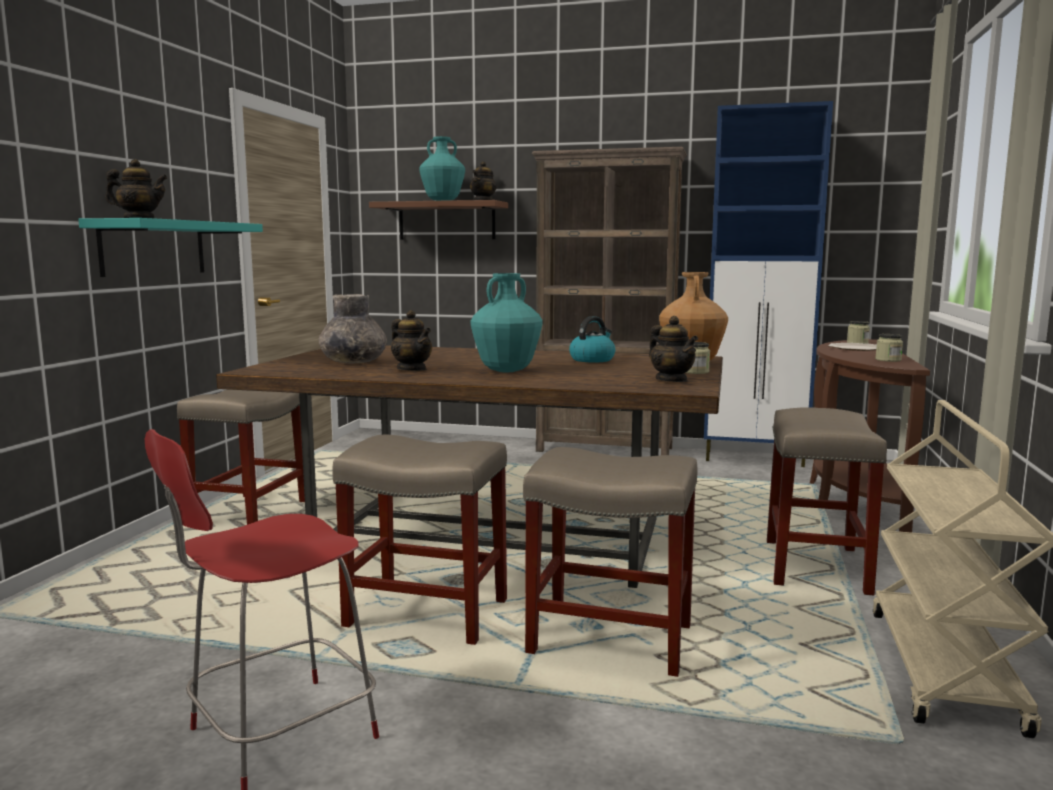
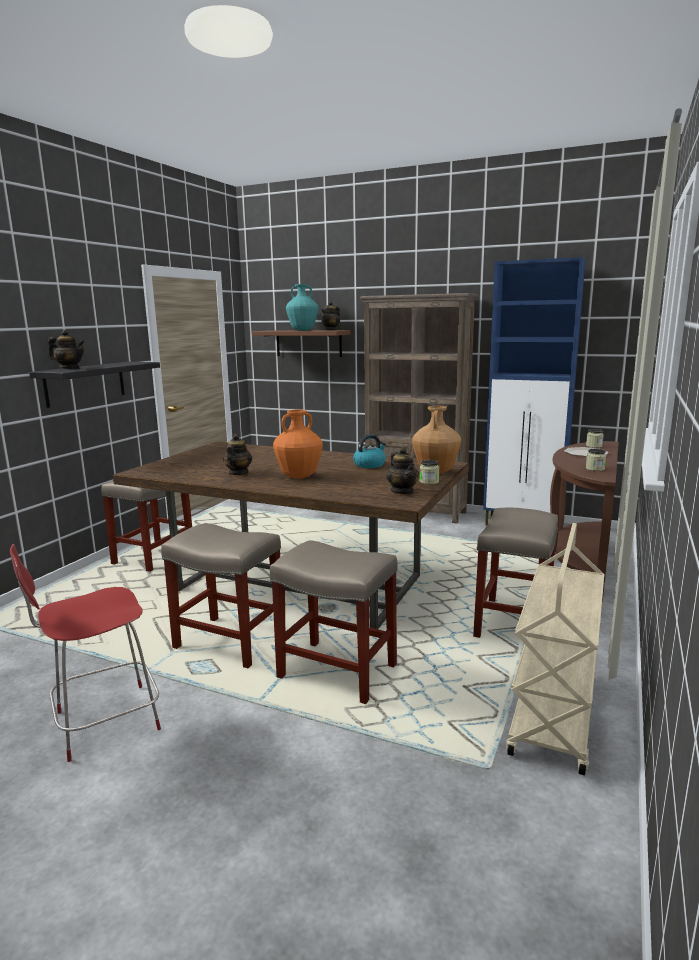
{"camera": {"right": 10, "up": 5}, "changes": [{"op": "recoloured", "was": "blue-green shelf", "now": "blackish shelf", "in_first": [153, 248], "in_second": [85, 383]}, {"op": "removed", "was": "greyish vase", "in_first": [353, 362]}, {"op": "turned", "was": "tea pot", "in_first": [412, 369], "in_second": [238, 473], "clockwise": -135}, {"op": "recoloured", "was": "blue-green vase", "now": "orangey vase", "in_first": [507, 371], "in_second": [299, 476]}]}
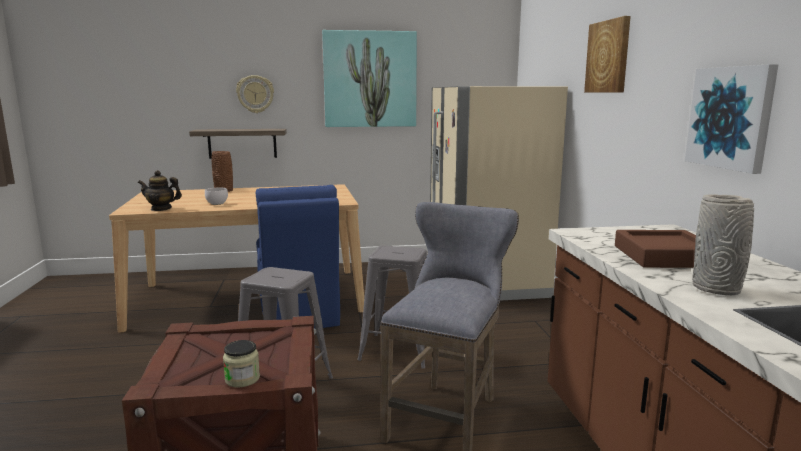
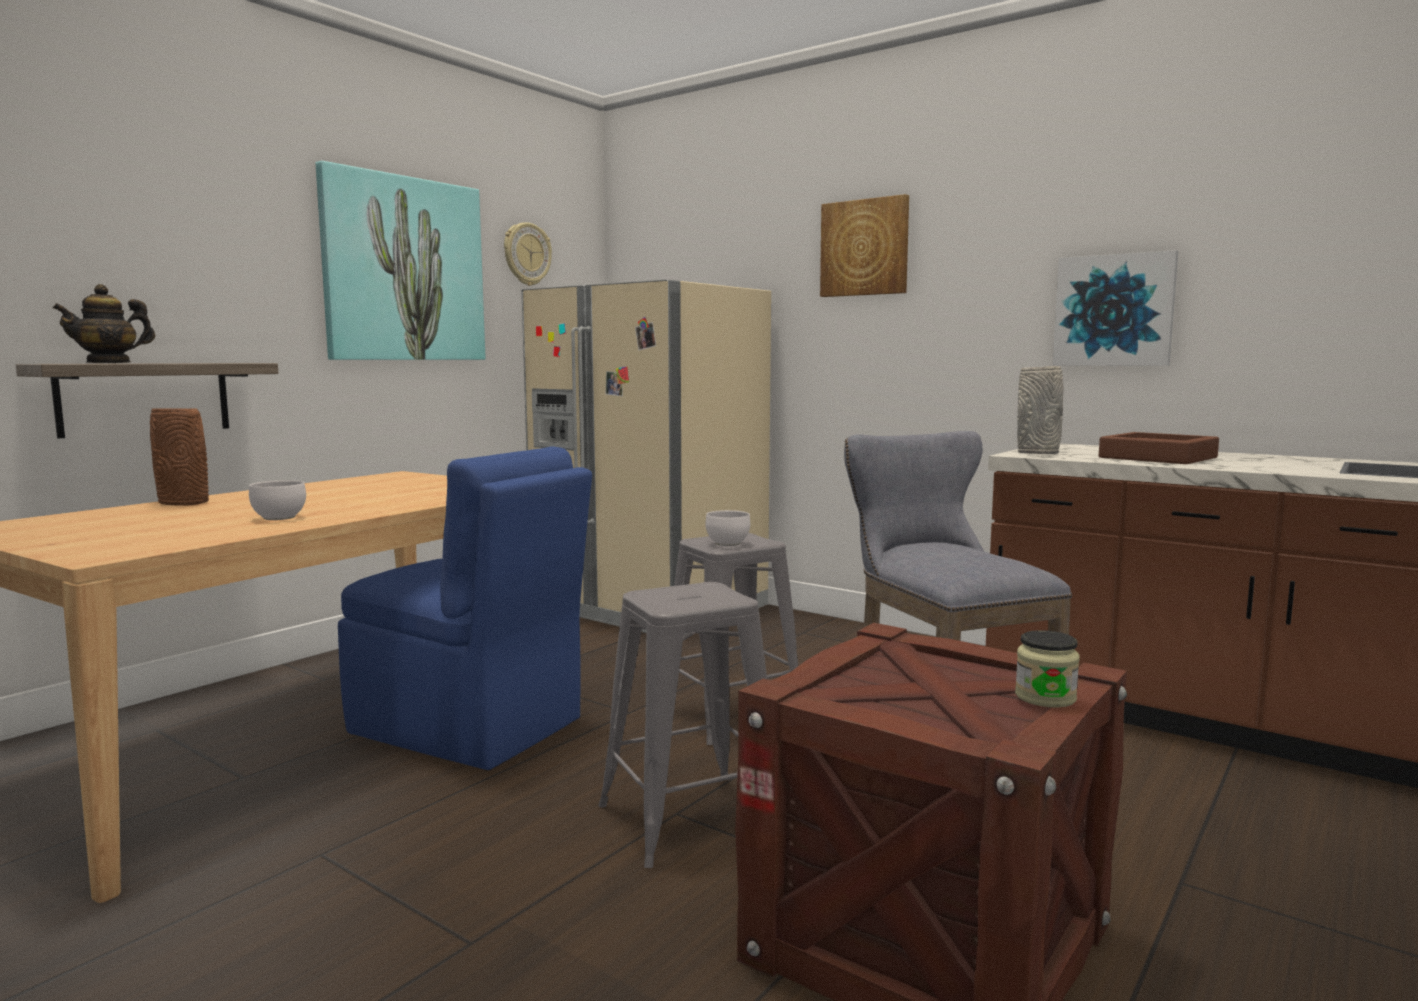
{"camera": {"right": -45, "up": -5}, "changes": [{"op": "moved", "was": "tea pot", "in_first": [161, 209], "in_second": [109, 363]}, {"op": "moved", "was": "wall clock", "in_first": [255, 94], "in_second": [526, 254]}, {"op": "moved", "was": "greyish vase", "in_first": [717, 289], "in_second": [1038, 453]}, {"op": "added", "now": "whitish deep dish", "in_second": [728, 544]}]}
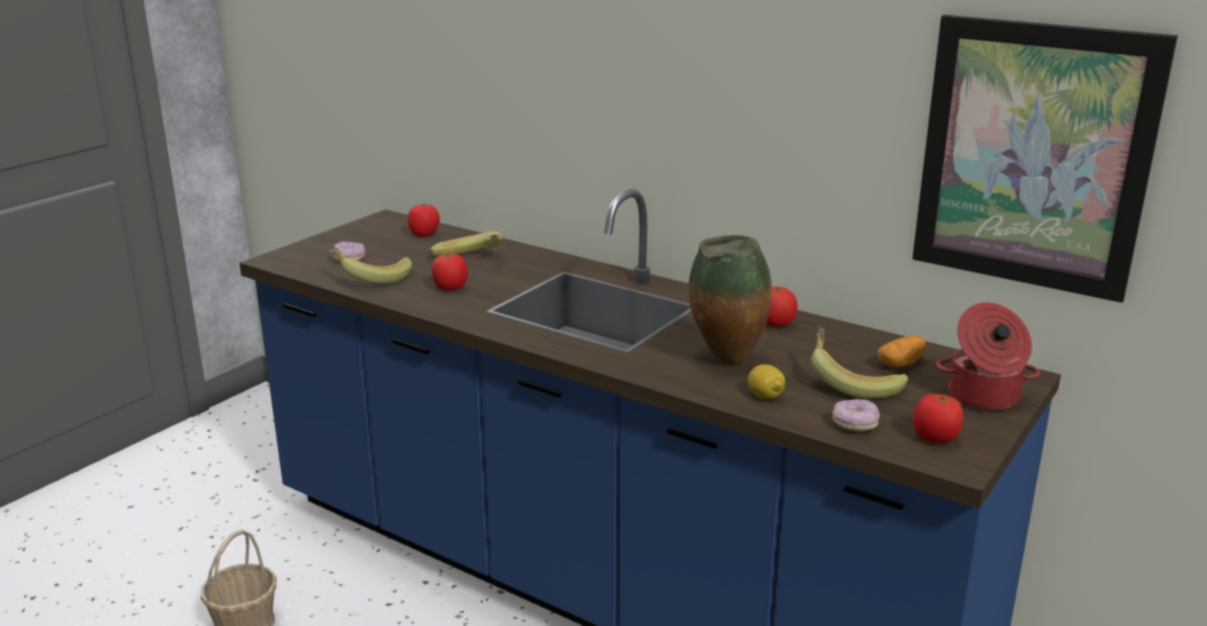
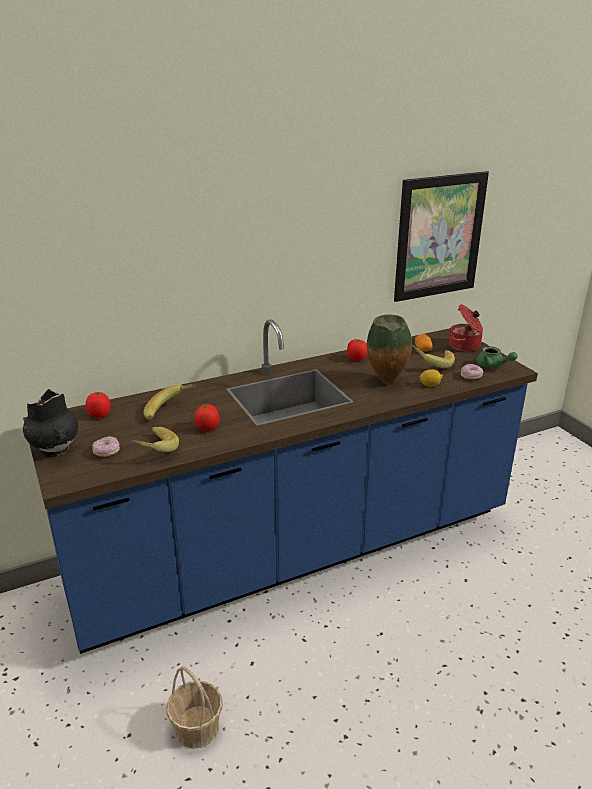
{"camera": {"right": -60, "up": 5}, "changes": [{"op": "replaced", "was": "fresh tomato", "now": "green tea pot", "in_first": [935, 438], "in_second": [493, 366]}, {"op": "added", "now": "blackish vase", "in_second": [54, 449]}]}
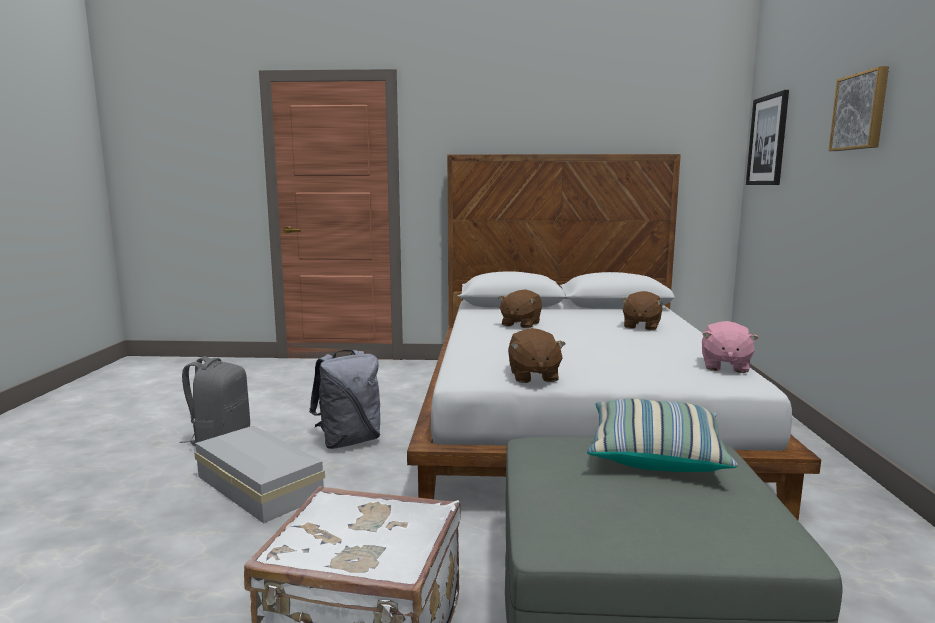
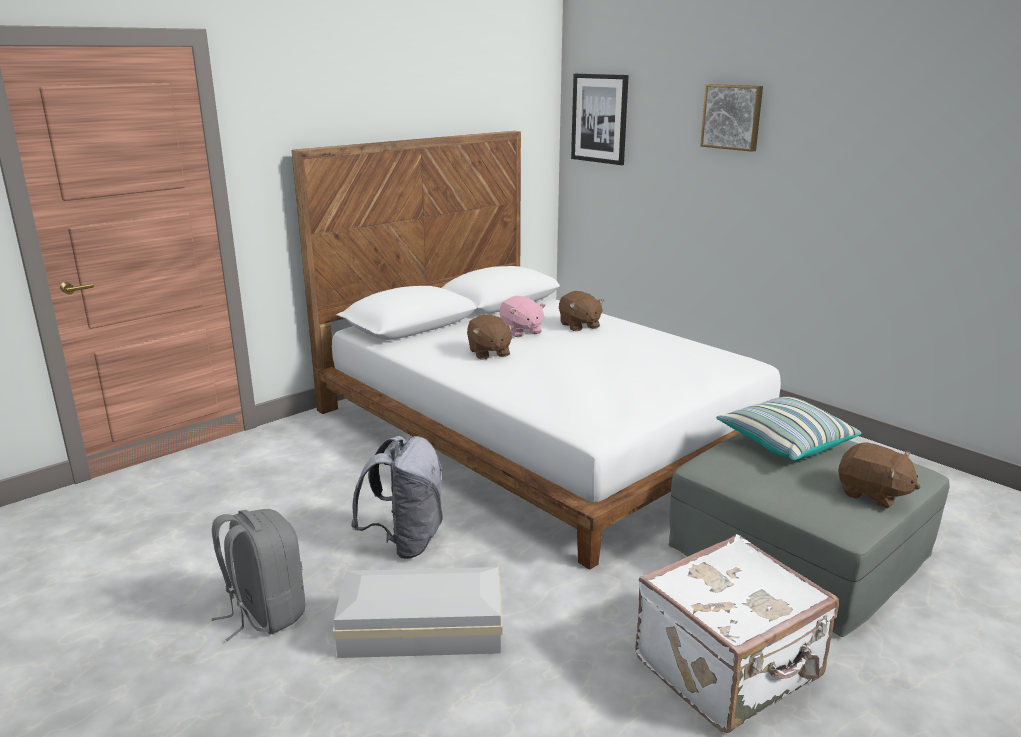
{"camera": {"right": -45, "up": 10}, "changes": [{"op": "moved", "was": "brown-coloured cuddly toy", "in_first": [533, 376], "in_second": [872, 494]}, {"op": "moved", "was": "pinkish cuddly toy", "in_first": [724, 366], "in_second": [521, 331]}]}
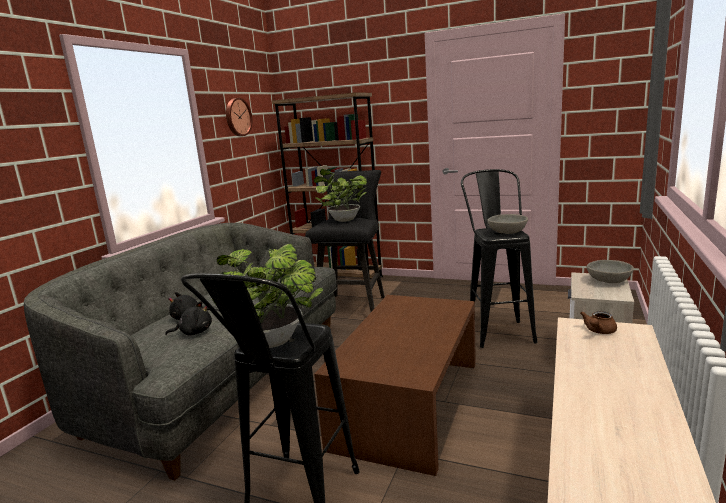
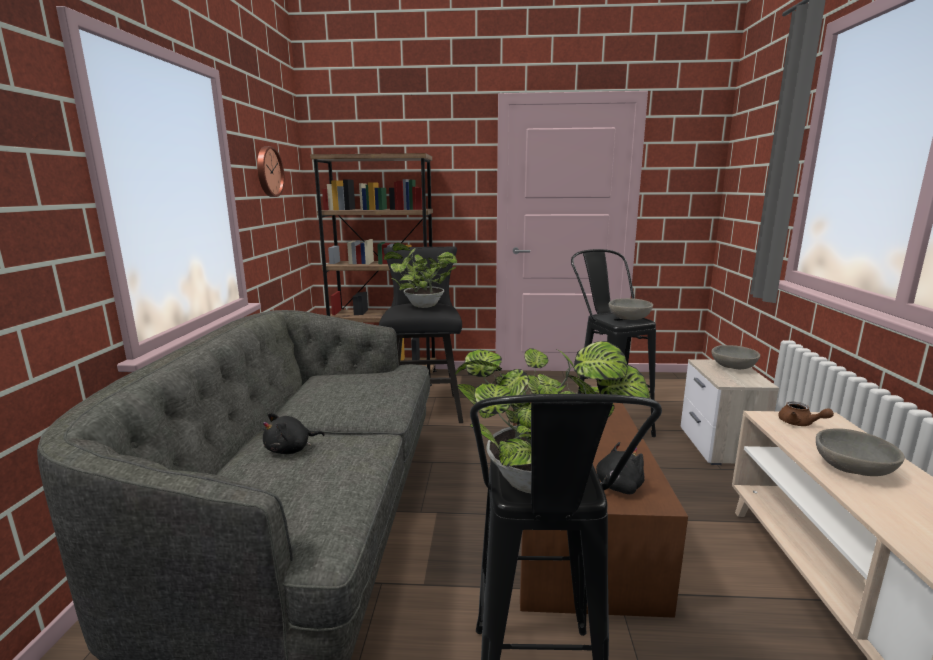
{"camera": {"right": -20, "up": 0}, "changes": [{"op": "moved", "was": "blackish cuddly toy", "in_first": [194, 332], "in_second": [616, 488]}, {"op": "turned", "was": "brown-coloured tea pot", "in_first": [598, 331], "in_second": [800, 423], "clockwise": -60}, {"op": "added", "now": "greyish deep dish", "in_second": [851, 469]}]}
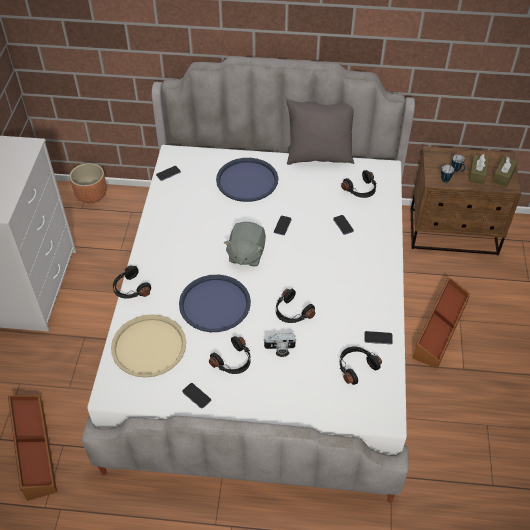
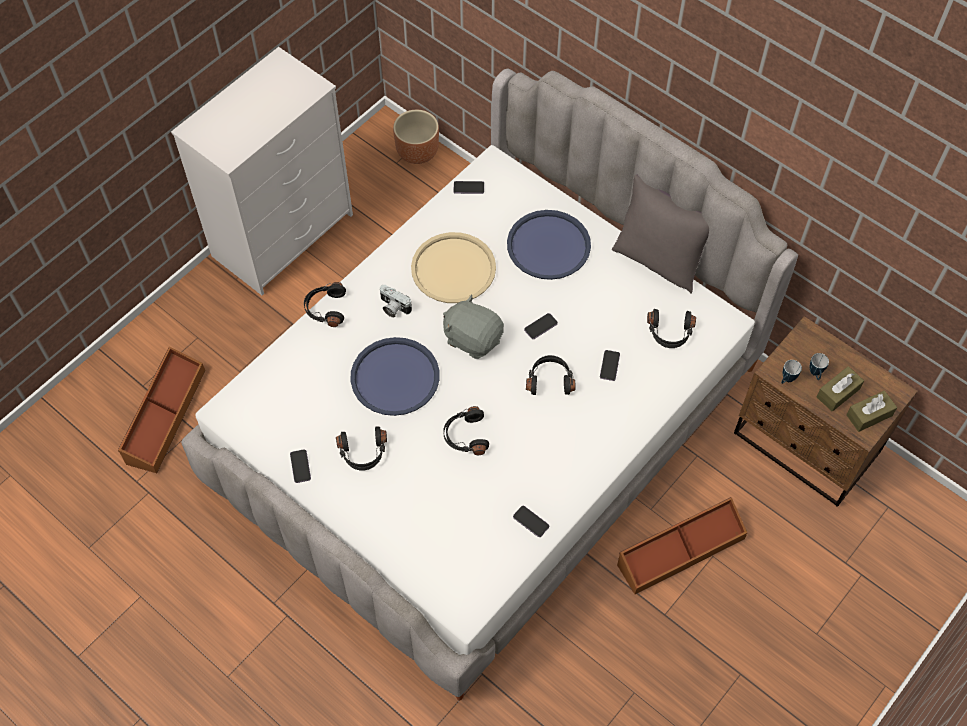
{"camera": {"right": 35, "up": 10}, "changes": [{"op": "moved", "was": "sand-coloured tray", "in_first": [148, 346], "in_second": [453, 269]}, {"op": "turned", "was": "greyish cuddly toy", "in_first": [246, 254], "in_second": [473, 338], "clockwise": 75}, {"op": "moved", "was": "still camera", "in_first": [279, 349], "in_second": [393, 307]}, {"op": "moved", "was": "blackish pair of headphones", "in_first": [356, 367], "in_second": [550, 379]}]}
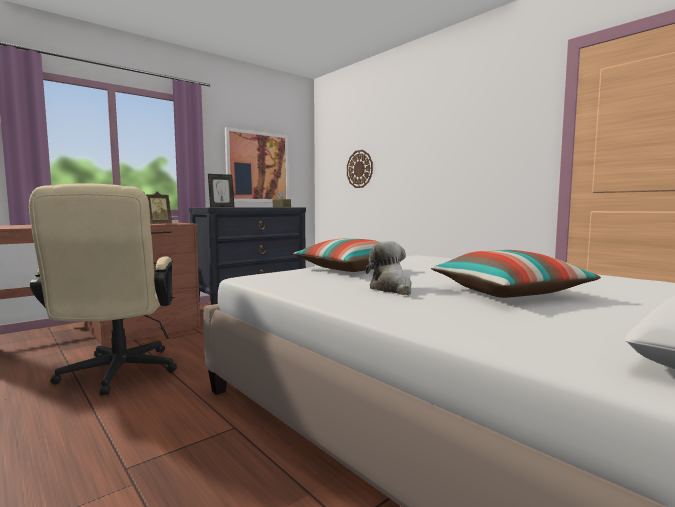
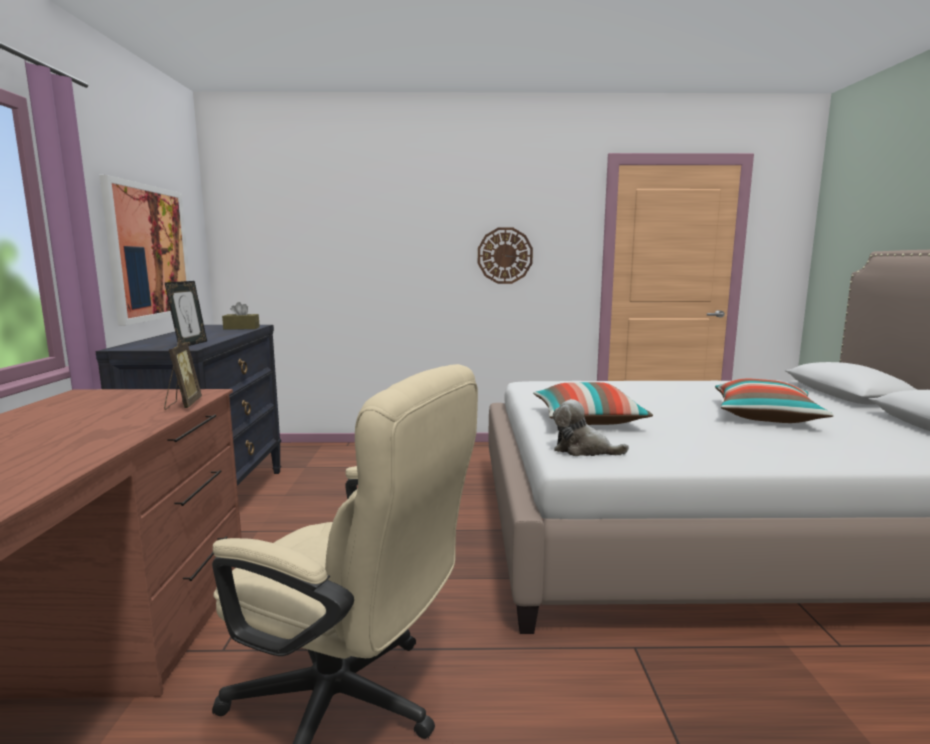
{"camera": {"right": -50, "up": 5}, "changes": [{"op": "moved", "was": "wall clock", "in_first": [359, 169], "in_second": [505, 255]}, {"op": "moved", "was": "cuddly toy", "in_first": [391, 289], "in_second": [583, 450]}]}
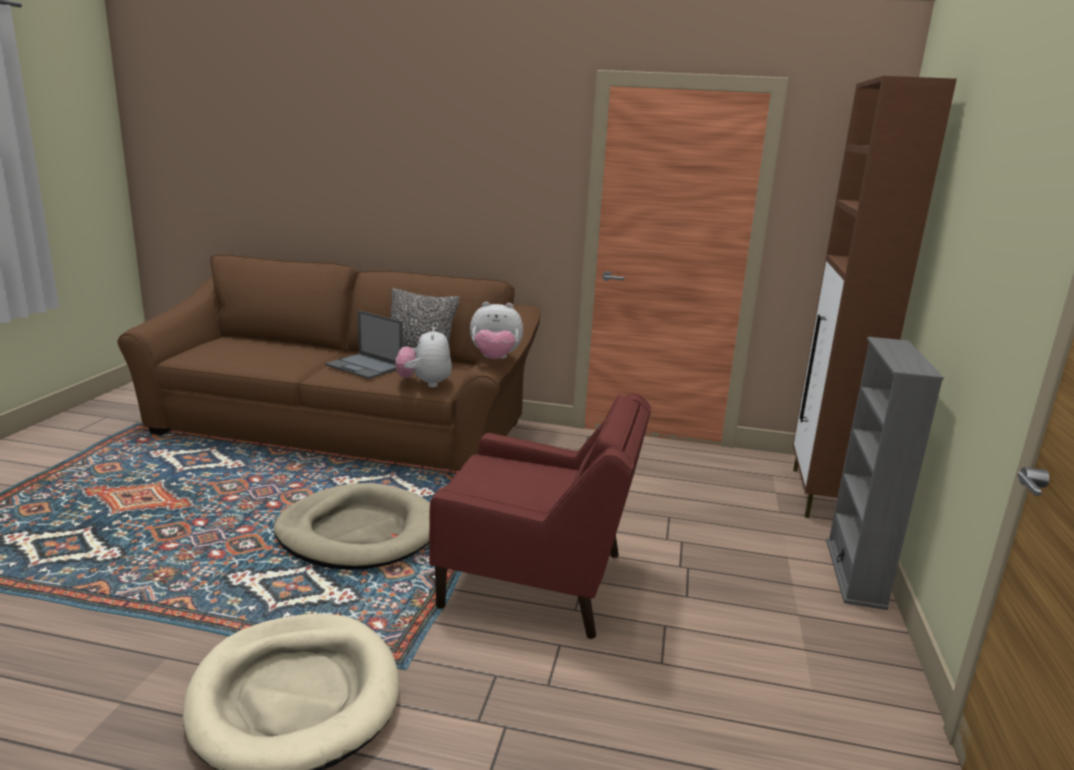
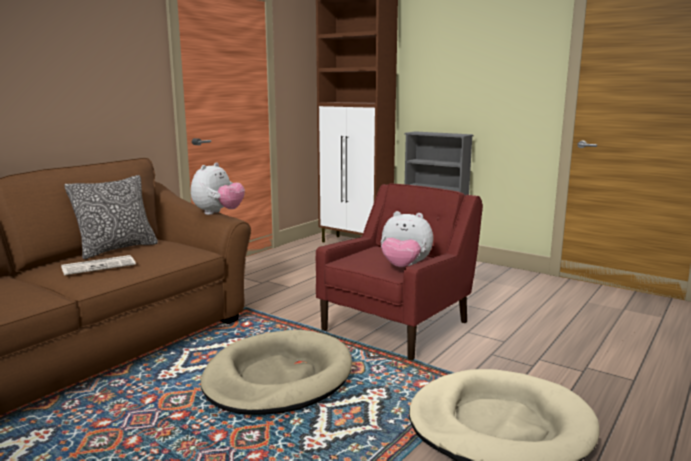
{"camera": {"right": -65, "up": -5}, "changes": [{"op": "replaced", "was": "laptop", "now": "newspaper", "in_first": [365, 366], "in_second": [99, 266]}, {"op": "moved", "was": "cuddly toy", "in_first": [424, 383], "in_second": [404, 267]}]}
